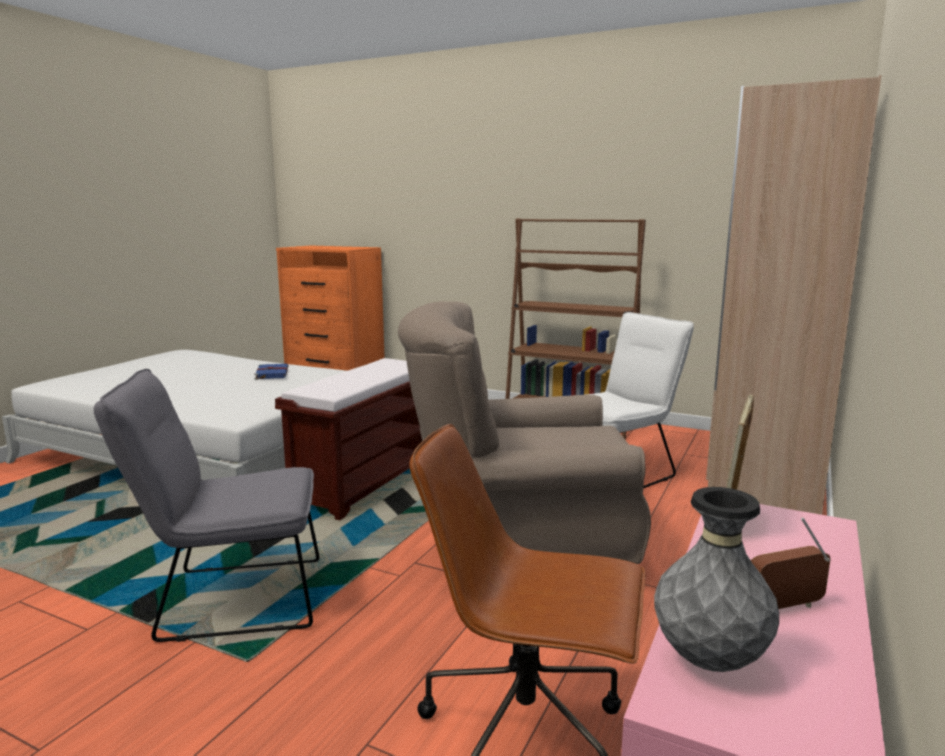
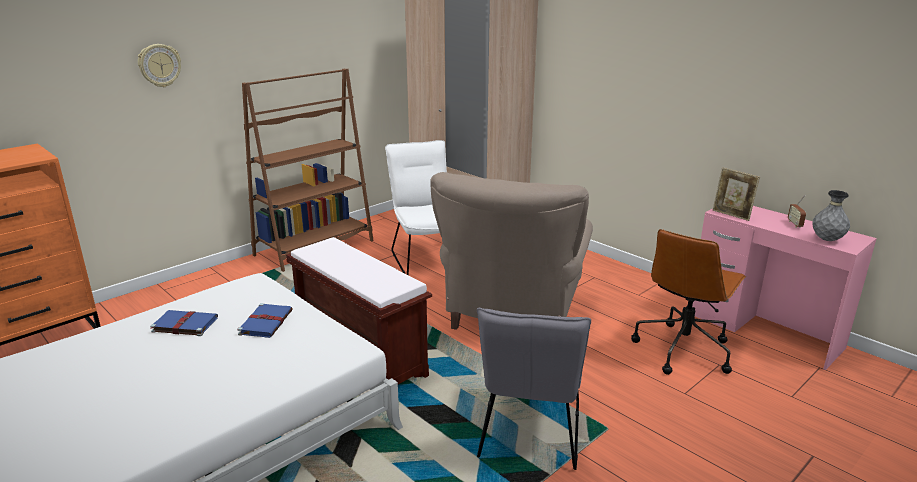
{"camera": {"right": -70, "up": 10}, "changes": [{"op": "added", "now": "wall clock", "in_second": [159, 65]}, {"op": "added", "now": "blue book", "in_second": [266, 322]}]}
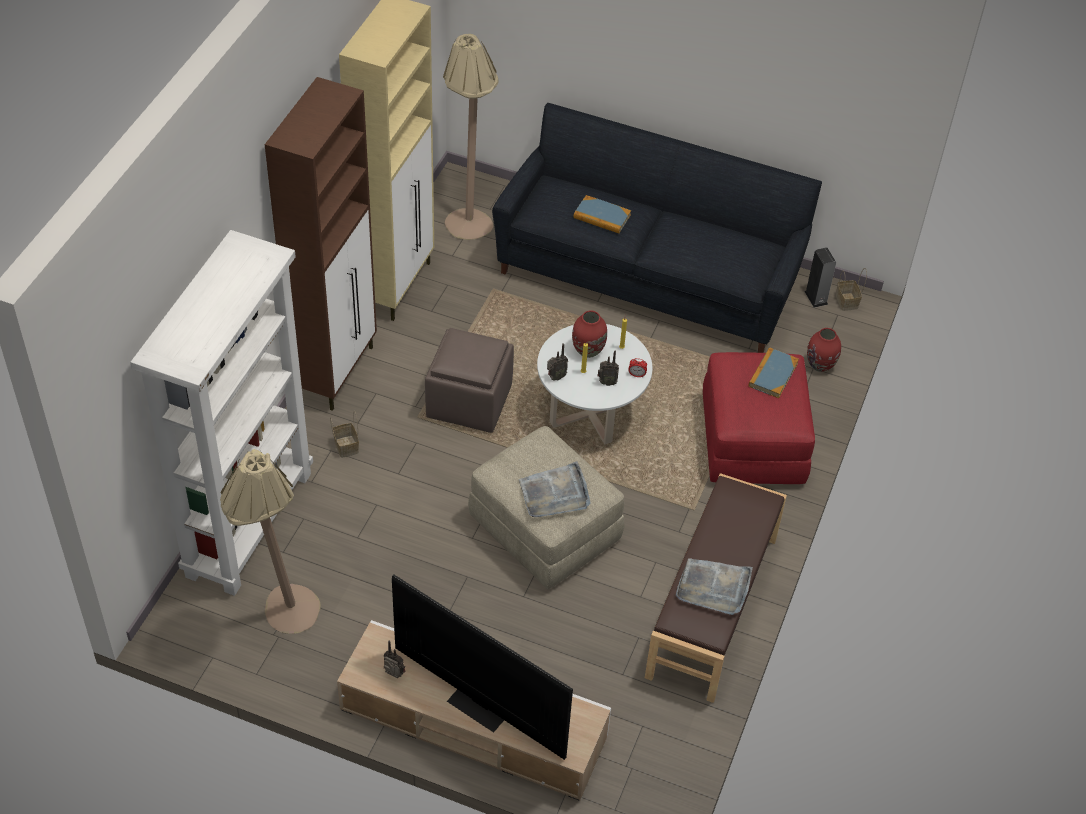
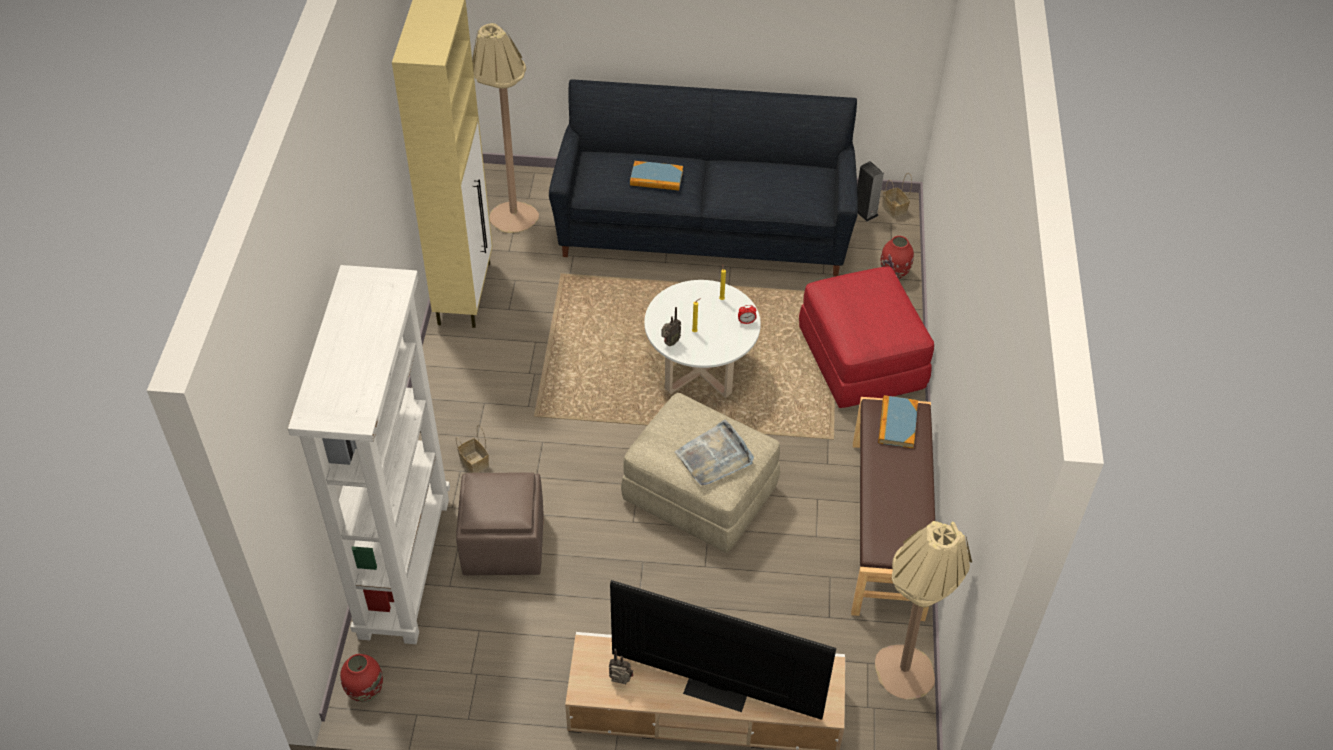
{"camera": {"right": -15, "up": 0}, "changes": [{"op": "moved", "was": "sand-coloured floor lamp", "in_first": [281, 617], "in_second": [898, 683]}, {"op": "removed", "was": "brown-coloured storage cabinet", "in_first": [336, 371]}, {"op": "moved", "was": "brown-coloured pouffe", "in_first": [468, 402], "in_second": [502, 545]}, {"op": "moved", "was": "red vase", "in_first": [588, 350], "in_second": [365, 691]}, {"op": "removed", "was": "radio receiver", "in_first": [607, 382]}, {"op": "removed", "was": "greyish tray", "in_first": [713, 587]}, {"op": "moved", "was": "book", "in_first": [773, 374], "in_second": [897, 423]}]}
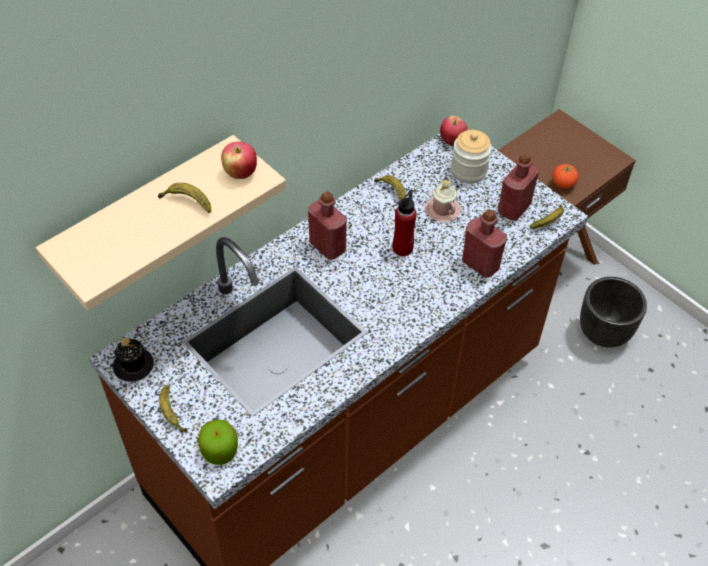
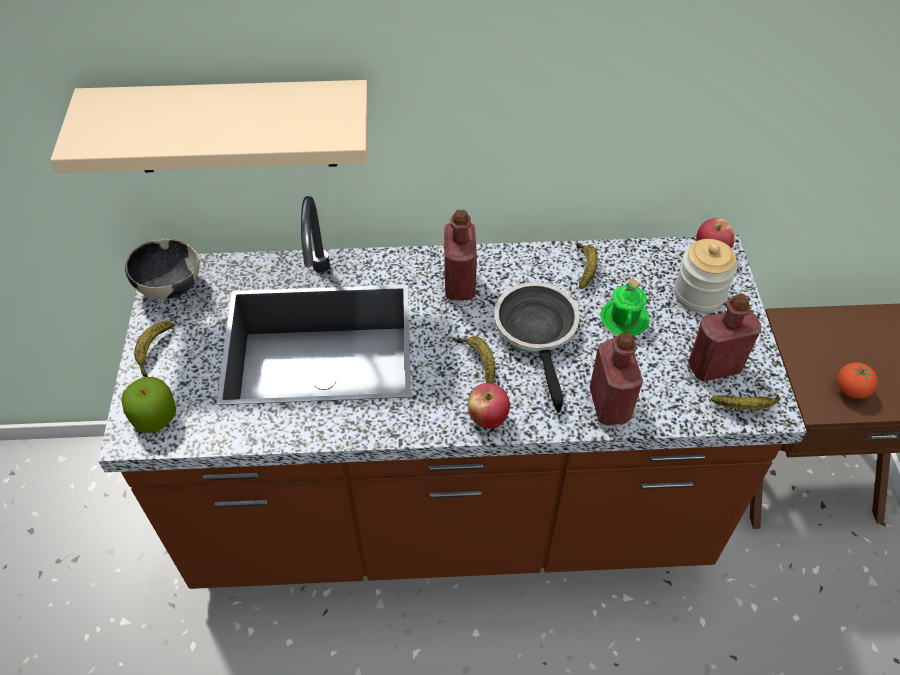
{"camera": {"right": 40, "up": 0}, "changes": [{"op": "replaced", "was": "blackish tea mug", "now": "deep dish", "in_first": [133, 366], "in_second": [169, 286]}, {"op": "moved", "was": "banana fruit", "in_first": [187, 202], "in_second": [479, 362]}, {"op": "moved", "was": "apple fruit", "in_first": [240, 173], "in_second": [487, 418]}, {"op": "replaced", "was": "red beverage bottle", "now": "skillet", "in_first": [403, 248], "in_second": [538, 333]}, {"op": "recoloured", "was": "pinkish tea mug", "now": "green tea mug", "in_first": [442, 210], "in_second": [624, 319]}, {"op": "removed", "was": "blackish planter", "in_first": [604, 332]}]}
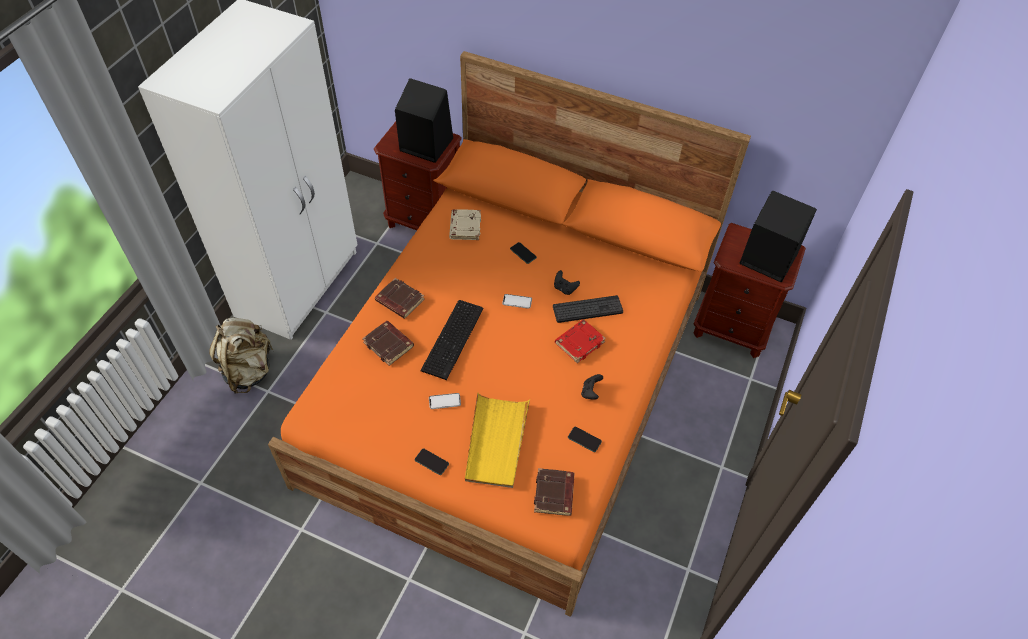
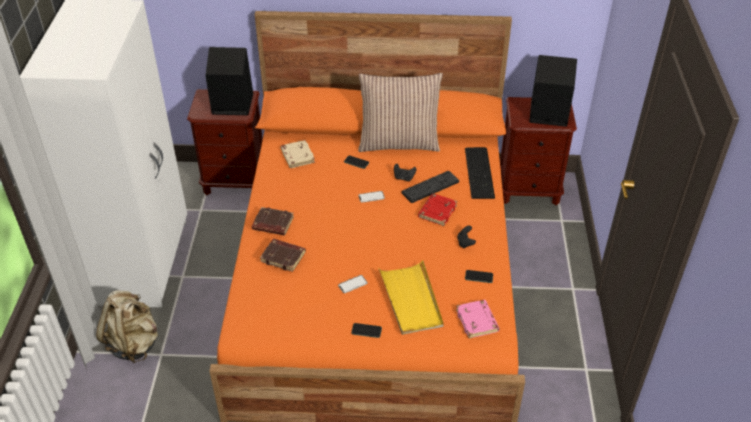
{"camera": {"right": -20, "up": -10}, "changes": [{"op": "moved", "was": "computer keyboard", "in_first": [454, 338], "in_second": [480, 172]}, {"op": "recoloured", "was": "brown-coloured book", "now": "pinkish book", "in_first": [554, 494], "in_second": [477, 321]}, {"op": "added", "now": "throw pillow", "in_second": [399, 142]}]}
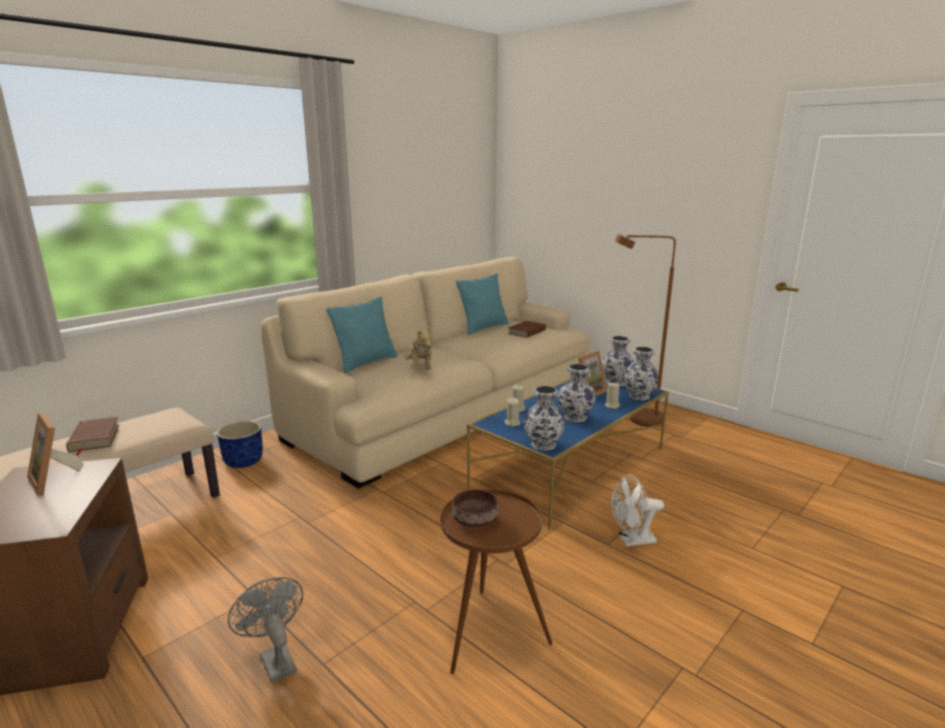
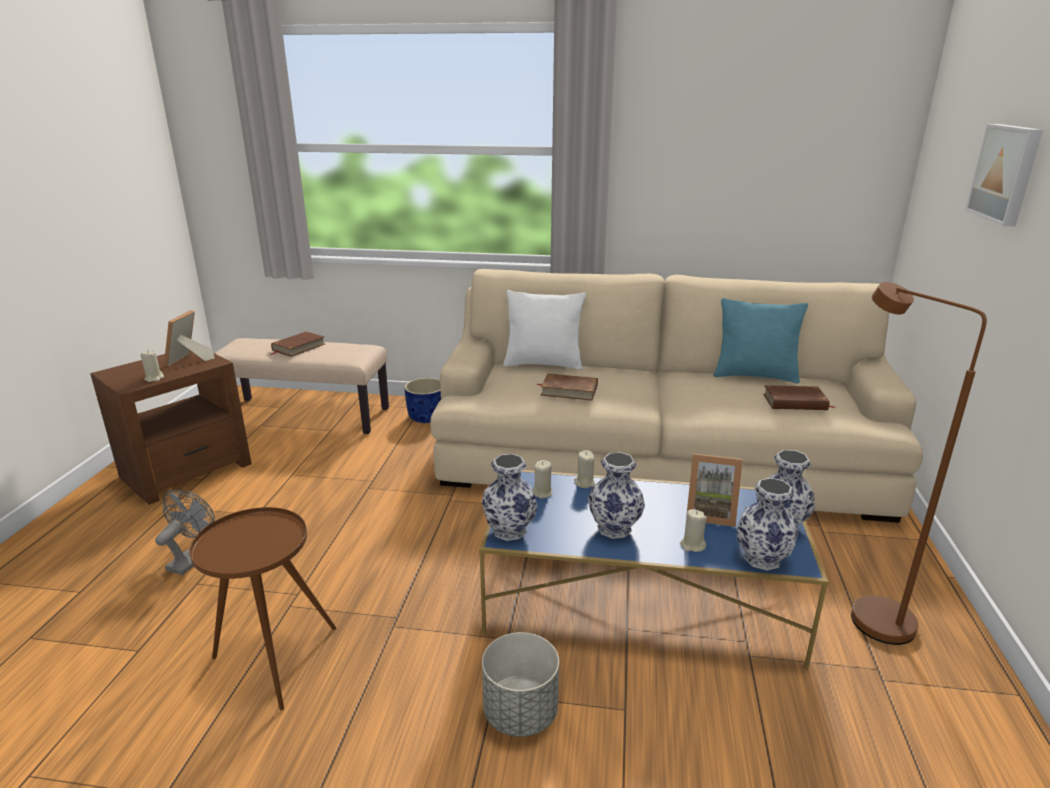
{"camera": {"right": 55, "up": 5}, "changes": [{"op": "recoloured", "was": "blue-green throw pillow", "now": "whitish throw pillow", "in_first": [366, 363], "in_second": [543, 364]}, {"op": "replaced", "was": "cuddly toy", "now": "brown-coloured book", "in_first": [420, 368], "in_second": [569, 390]}, {"op": "removed", "was": "brown-coloured deep dish", "in_first": [474, 519]}, {"op": "replaced", "was": "whitish cooling fan", "now": "greyish planter", "in_first": [631, 540], "in_second": [520, 713]}, {"op": "added", "now": "sand-coloured wax candle", "in_second": [154, 378]}, {"op": "added", "now": "wall art", "in_second": [1006, 173]}]}
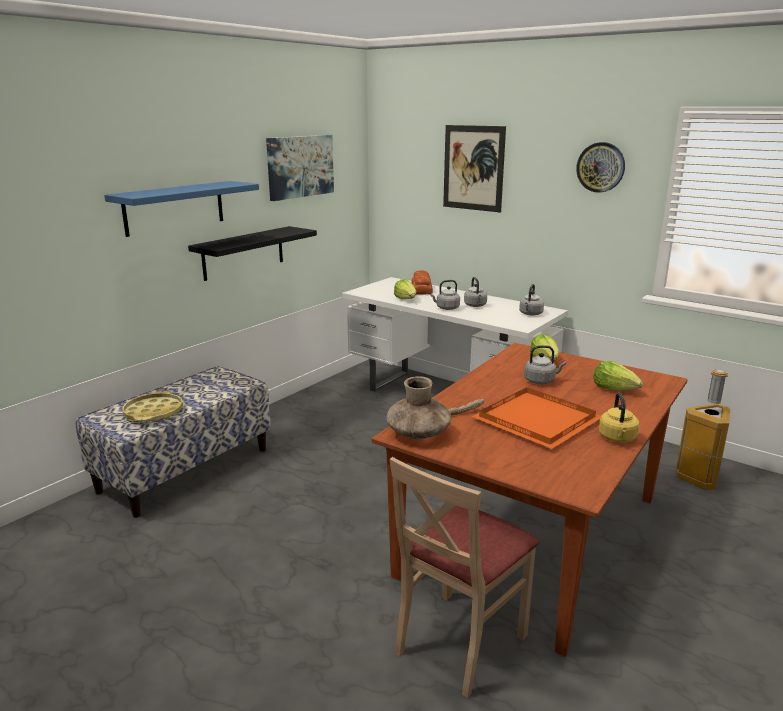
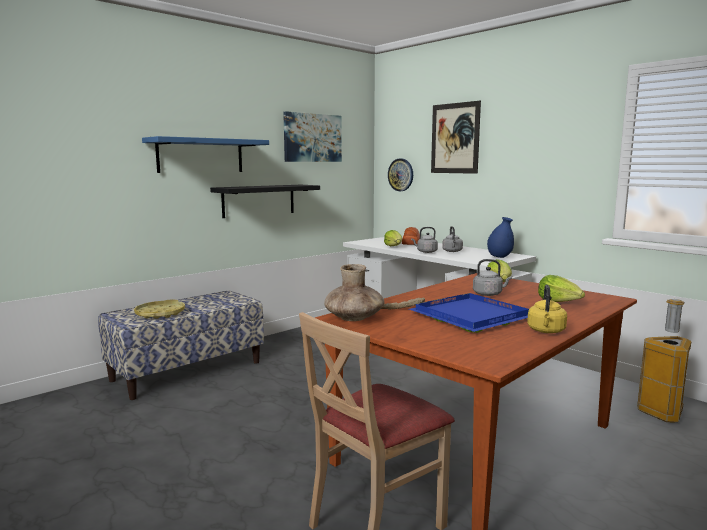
{"camera": {"right": 10, "up": -10}, "changes": [{"op": "recoloured", "was": "orangey tray", "now": "blue tray", "in_first": [537, 421], "in_second": [471, 317]}, {"op": "replaced", "was": "greyish water kettle", "now": "blue vase", "in_first": [530, 314], "in_second": [499, 257]}, {"op": "moved", "was": "wall clock", "in_first": [600, 167], "in_second": [401, 175]}]}
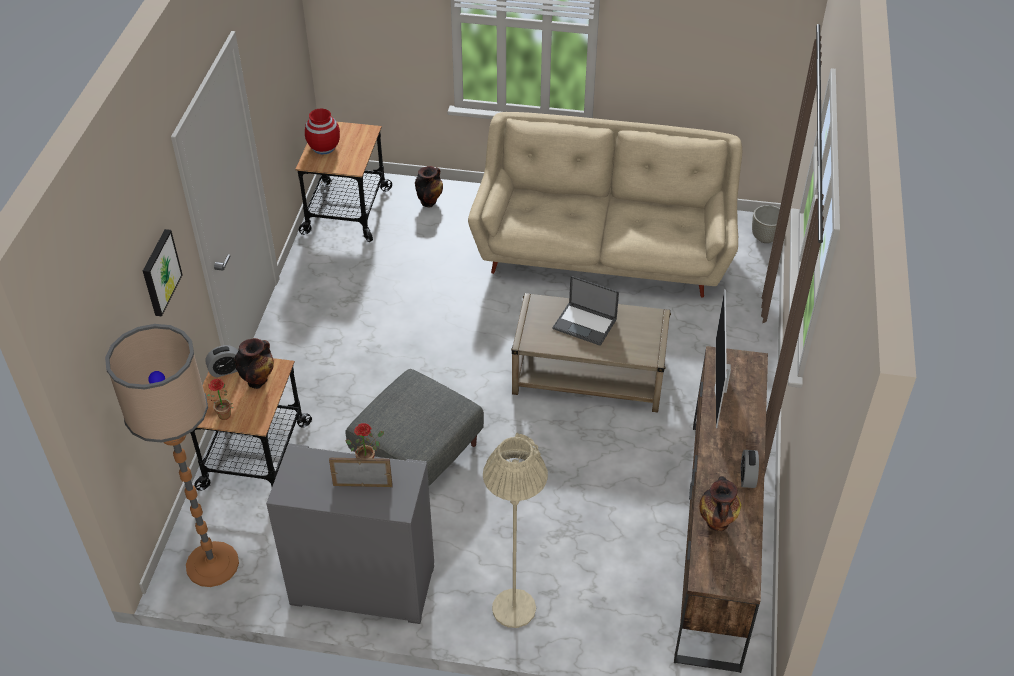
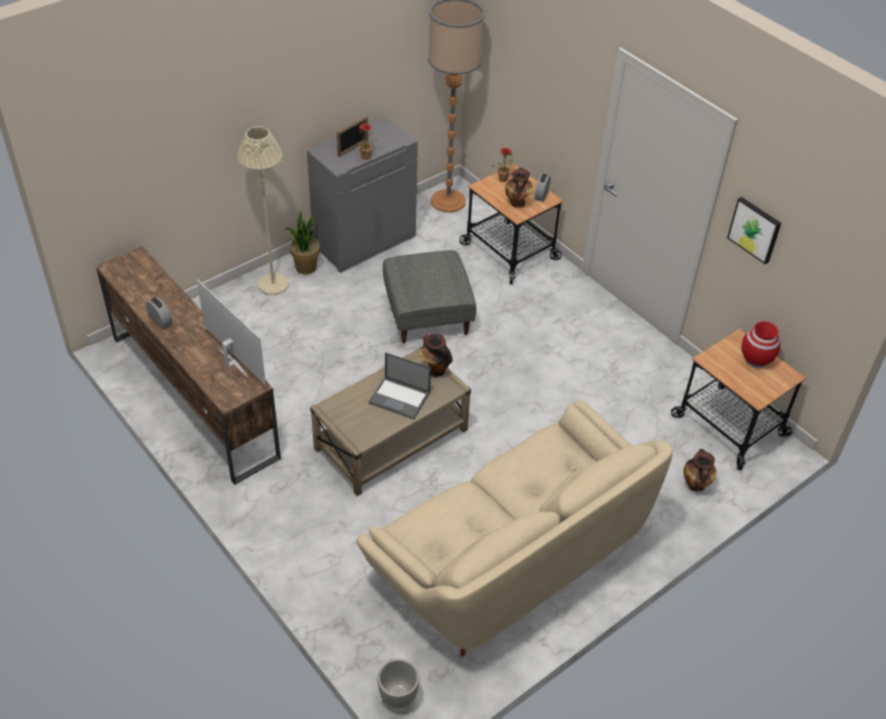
{"camera": {"right": 130, "up": 0}, "changes": [{"op": "moved", "was": "wall art", "in_first": [160, 272], "in_second": [755, 229]}, {"op": "turned", "was": "laptop", "in_first": [585, 324], "in_second": [400, 398], "clockwise": -135}, {"op": "moved", "was": "vase", "in_first": [716, 522], "in_second": [434, 370]}, {"op": "added", "now": "potted plant", "in_second": [305, 267]}]}
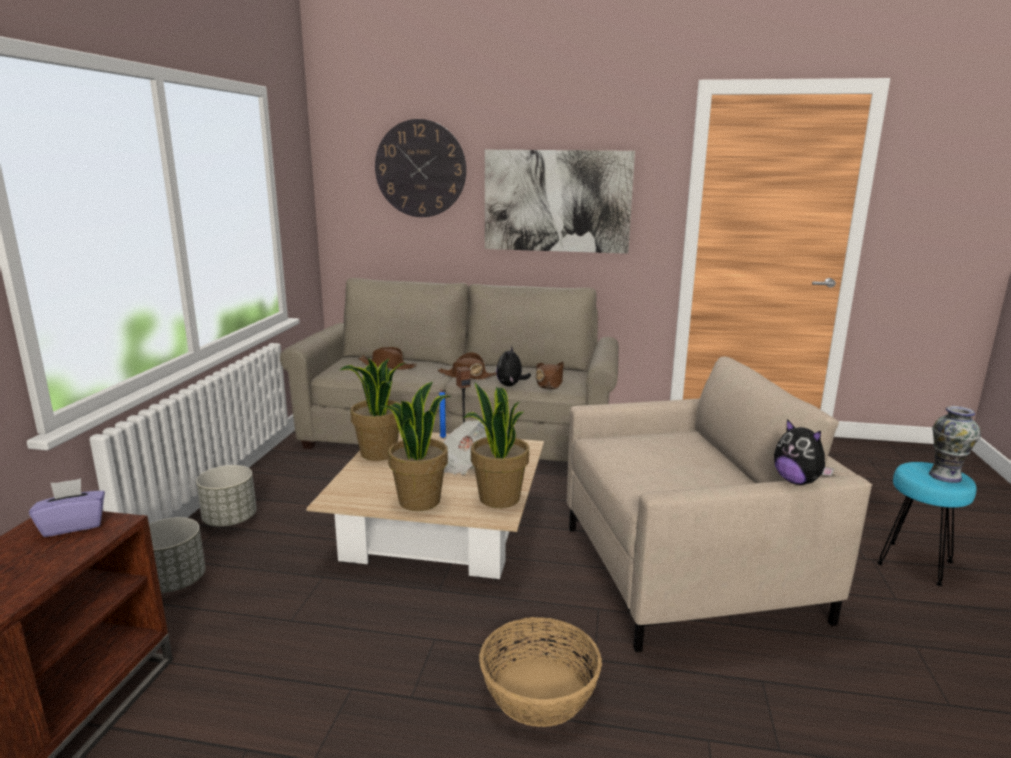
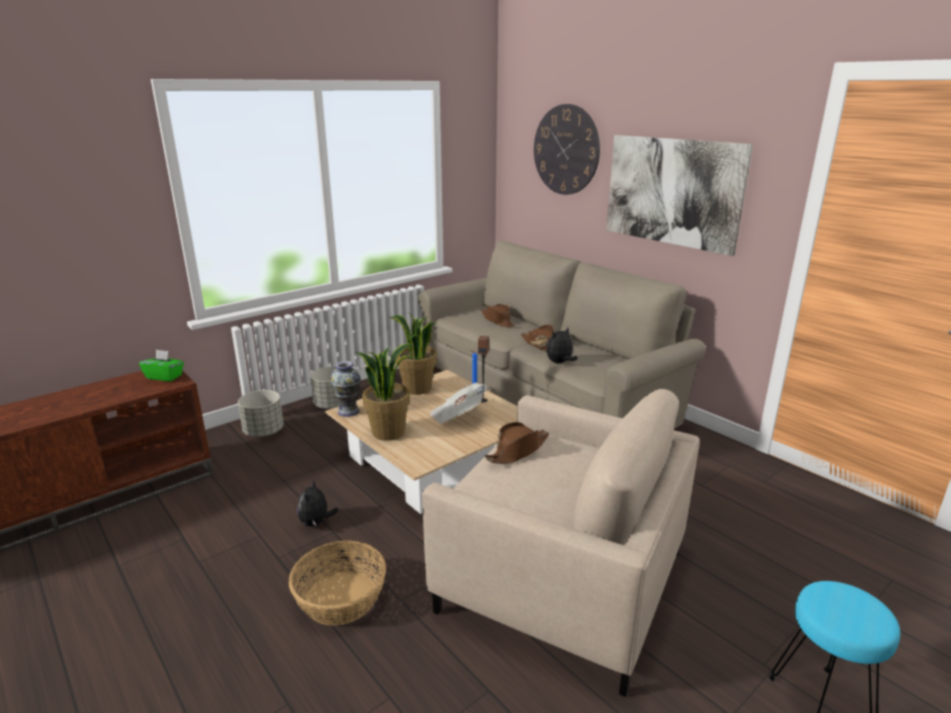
{"camera": {"right": 40, "up": 5}, "changes": [{"op": "recoloured", "was": "purple tissue box", "now": "green tissue box", "in_first": [73, 525], "in_second": [164, 377]}, {"op": "removed", "was": "potted plant", "in_first": [498, 498]}, {"op": "moved", "was": "brown-coloured hat", "in_first": [549, 382], "in_second": [518, 451]}, {"op": "moved", "was": "cuddly toy", "in_first": [797, 481], "in_second": [316, 523]}, {"op": "moved", "was": "vase", "in_first": [944, 476], "in_second": [348, 411]}]}
